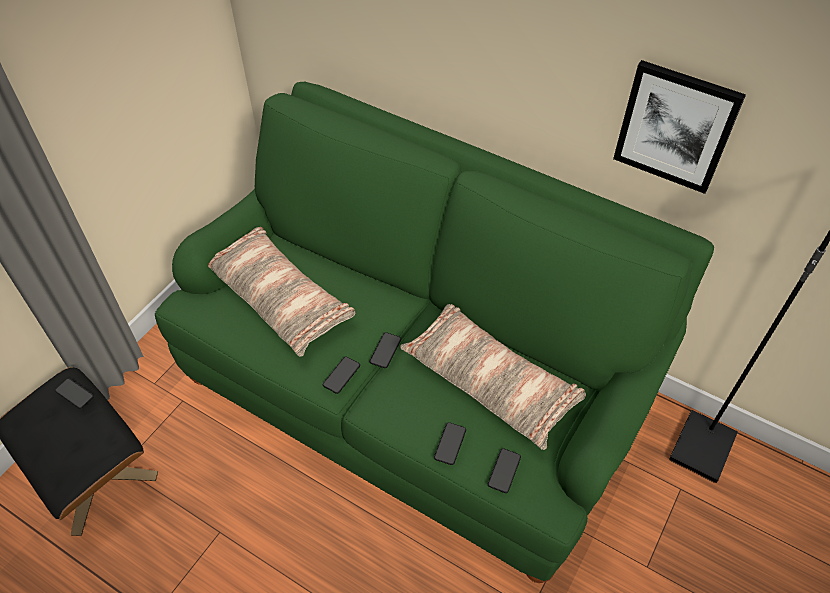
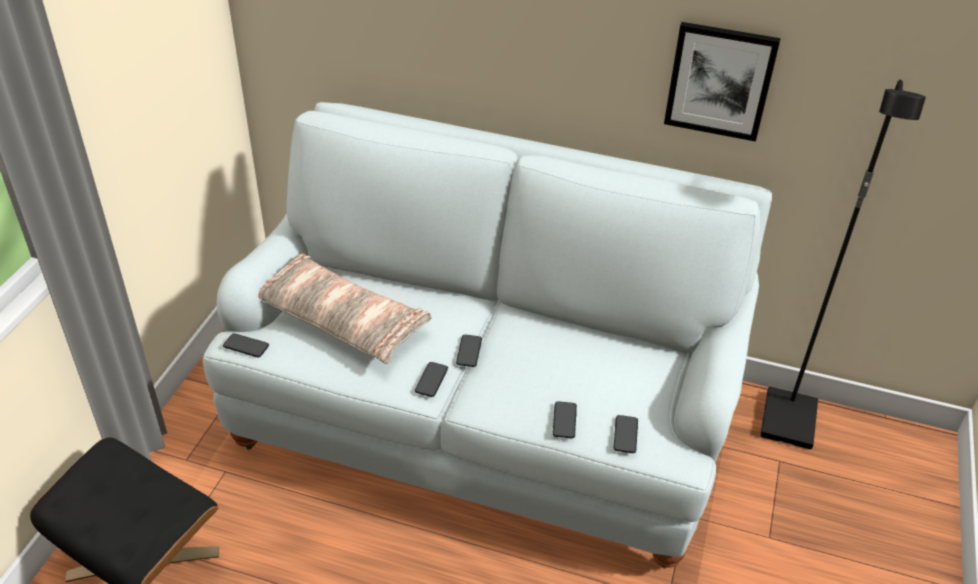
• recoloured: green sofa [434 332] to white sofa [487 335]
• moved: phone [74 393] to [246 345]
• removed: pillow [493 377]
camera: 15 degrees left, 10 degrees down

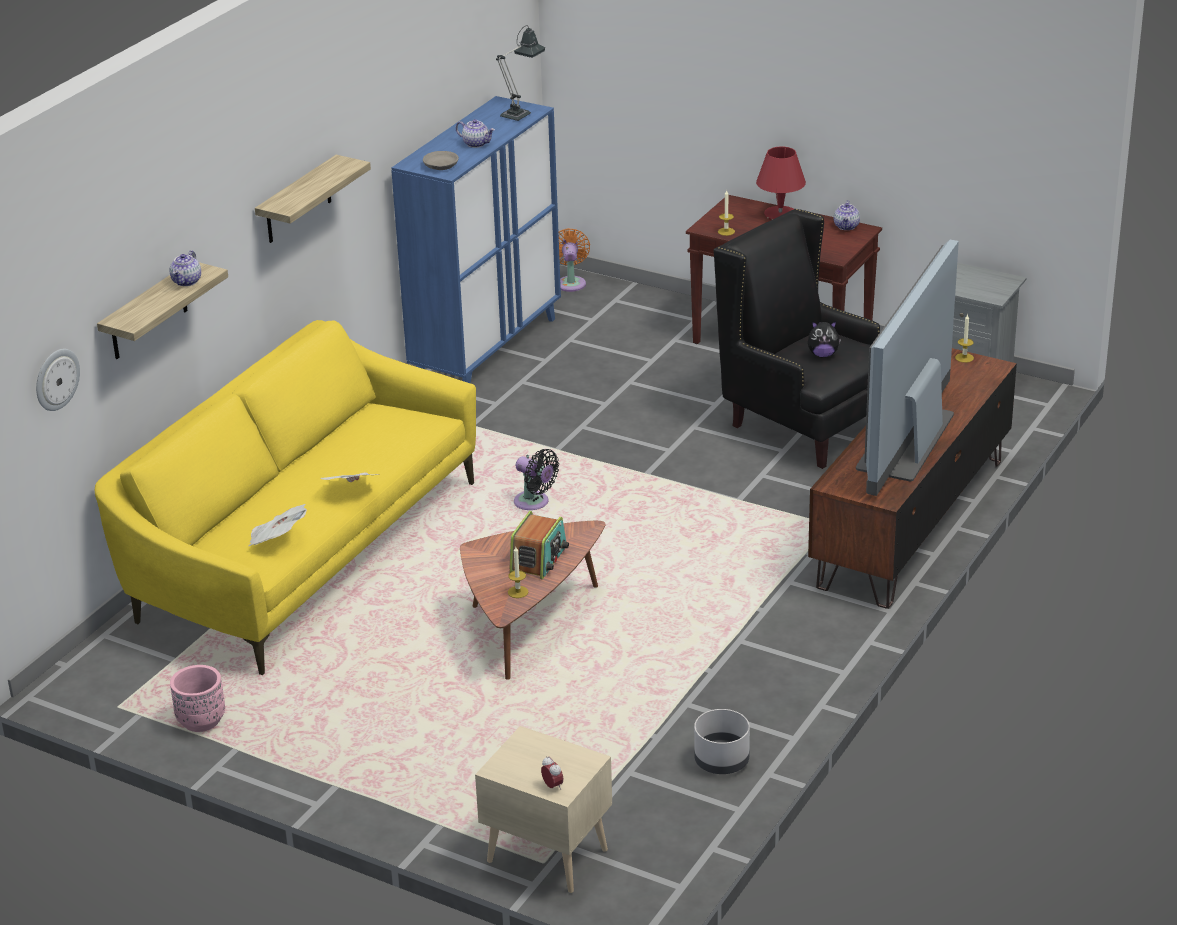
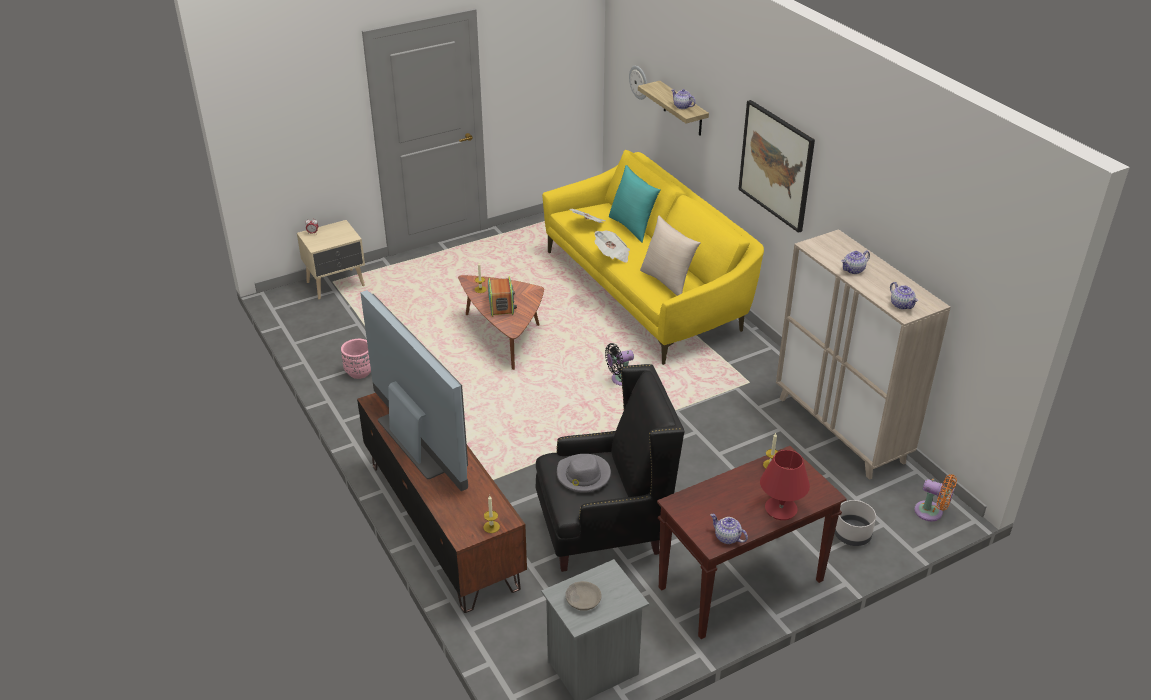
• moved: pink planter [197 698] to [356 359]
• turned: radio [539 545] = [502 296] 150 degrees counterclockwise
• replaced: plush toy [824 339] to grey hat [584 473]
• moved: grey bowl [441 160] to [583 596]
• added: turquoise pillow [635 204]
• added: beige pillow [670 256]
• replaced: shelf [313 199] to picture [777 166]
• recoloured: blue cabinet [476 239] to beige cabinet [863 354]
• moved: grey planter [722 741] to [855 523]
• replaced: table lamp [520 73] to teapot [904 295]
camera: 120 degrees right, 5 degrees up

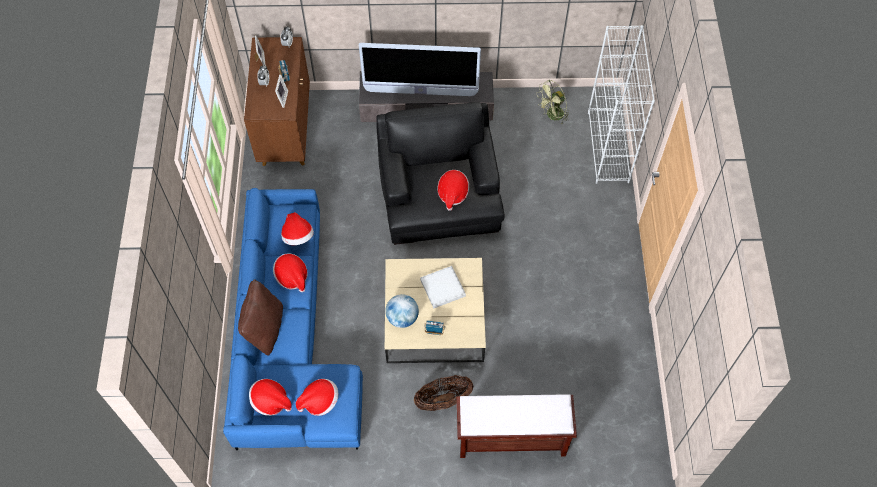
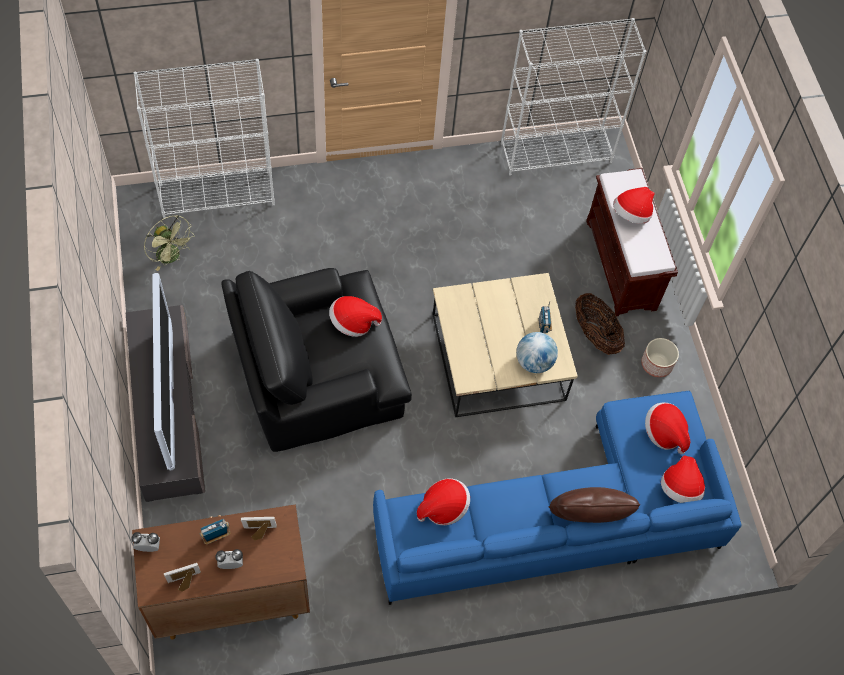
• added: white bookcase [573 97]
• moved: hat [290 272] to [634 205]
• added: planter [660 357]
• removed: white tray [443 287]
camera: 105 degrees left, 0 degrees up

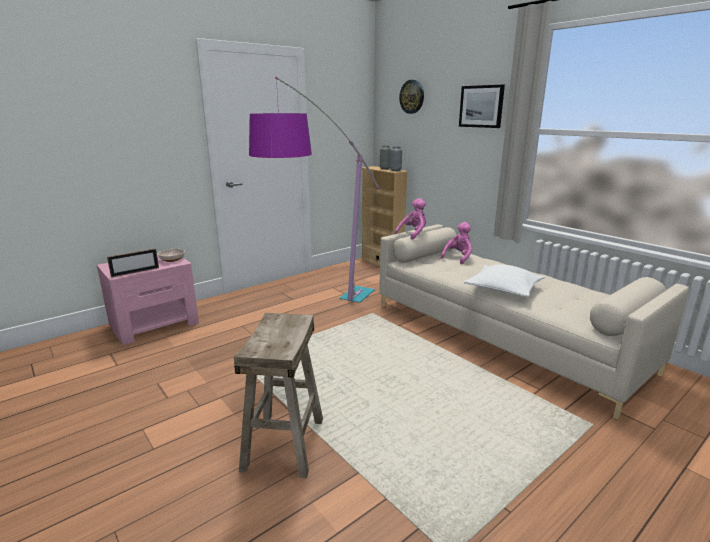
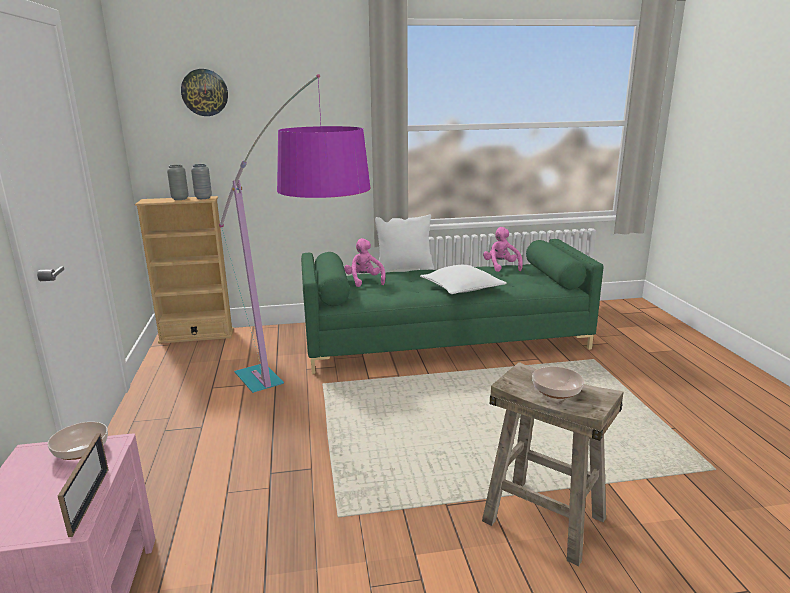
• recoloured: beige sofa [534 321] to green sofa [452 306]
• added: white pillow [404 244]
• moved: pink plush toy [410 219] to [503 249]
• added: bowl [558 382]
• removed: picture [482 106]
camera: 60 degrees left, 0 degrees up

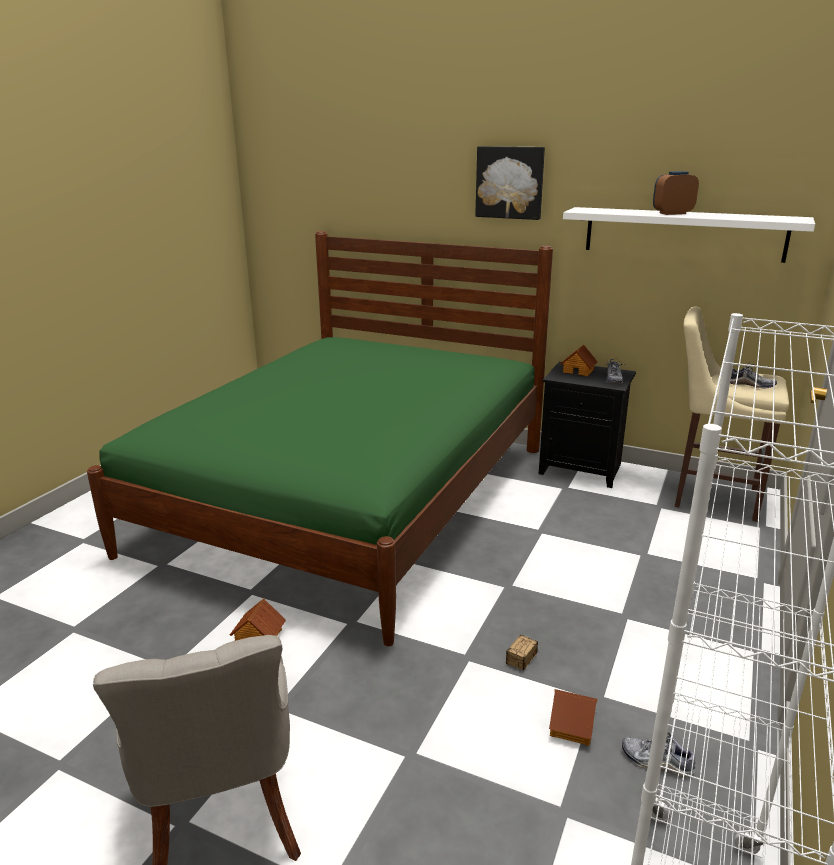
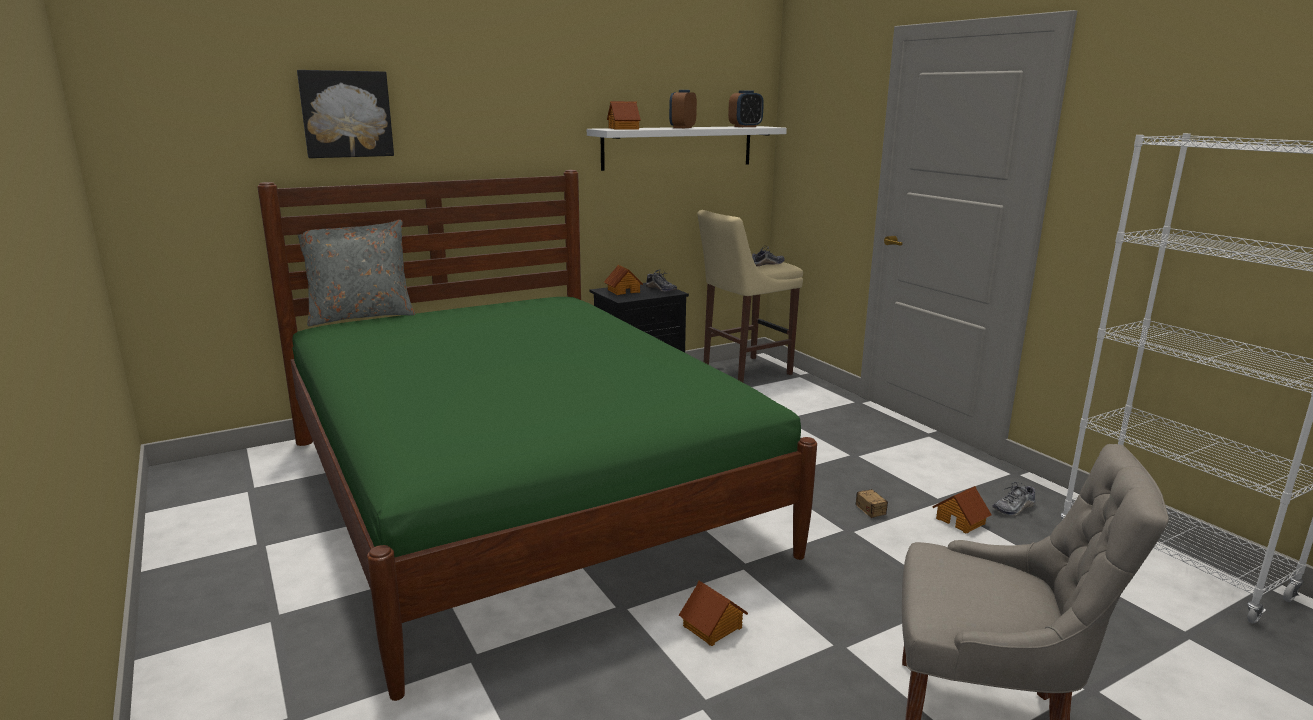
• moved: picture [510 183] to [345 114]
• added: grey pillow [356 273]
• added: toy house [624 115]
• added: alarm clock [746 108]
camera: 55 degrees left, 5 degrees down

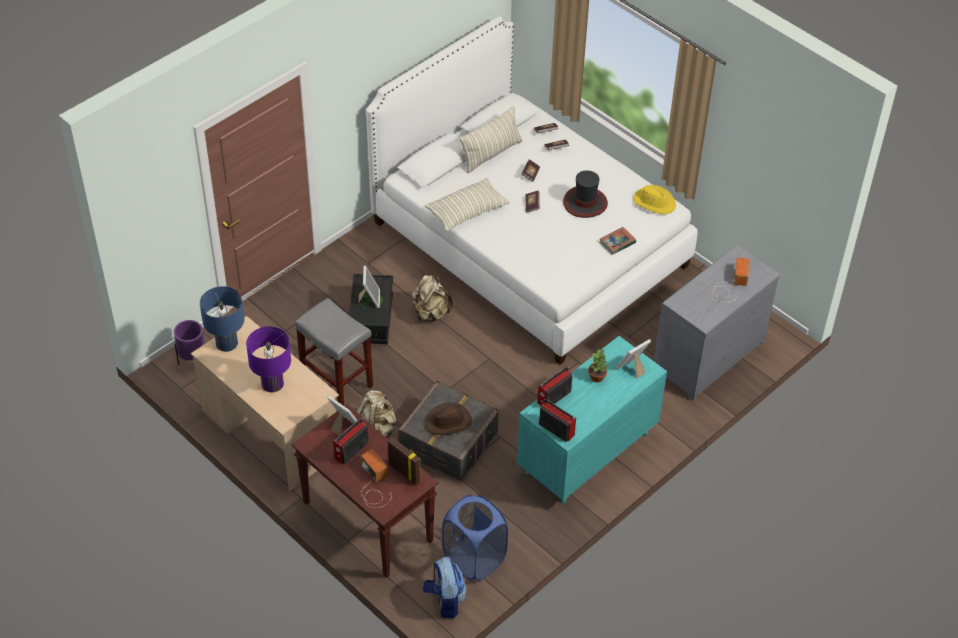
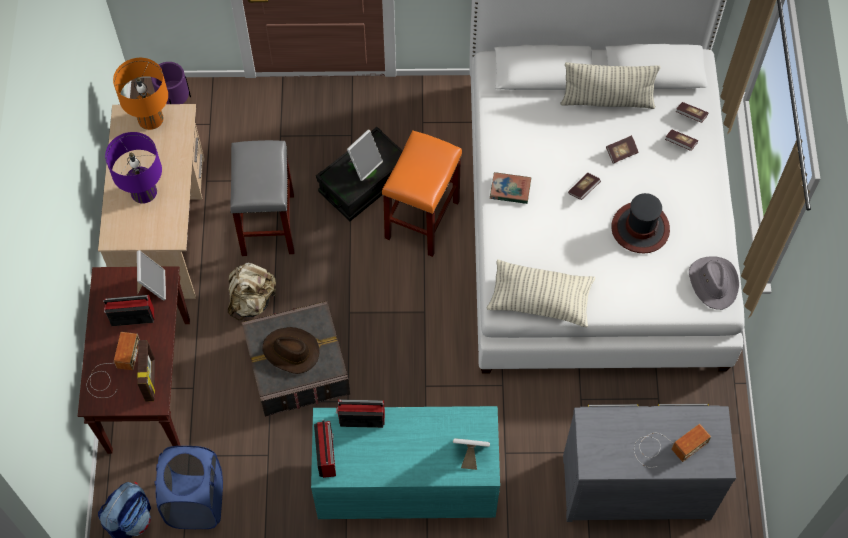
• recoloured: blue table lamp [222 319] to orange table lamp [140 94]
• replaced: beige backpack [432 298] to orange stool [422 193]
• moved: pillow [467 205] to [541 293]
• moved: book [617 241] to [510 188]
• recoloured: yellow hat [654 199] to grey hat [714 283]
• removed: potted plant [597 365]
camera: 45 degrees right, 15 degrees up

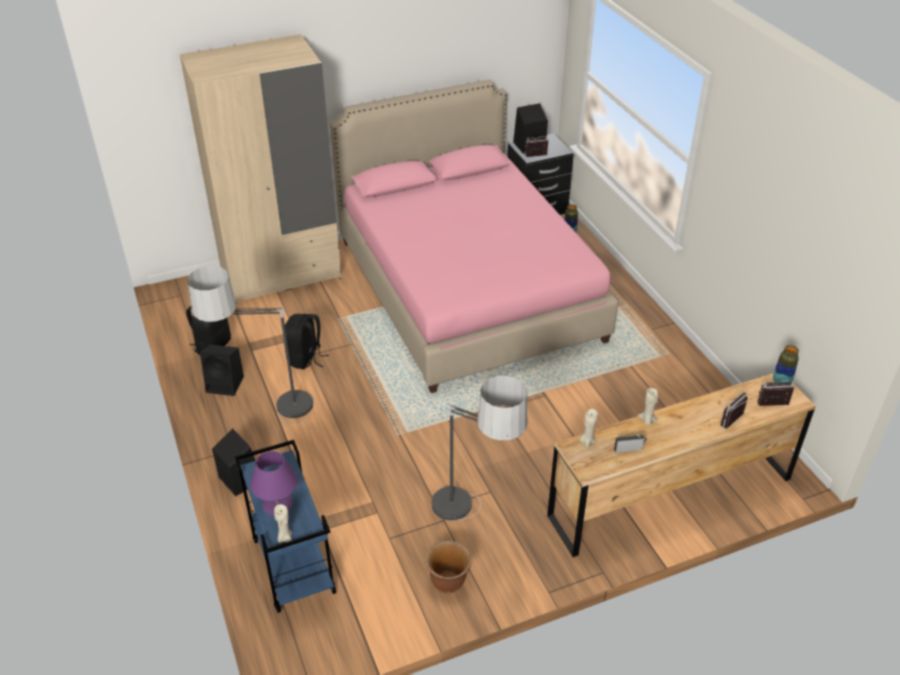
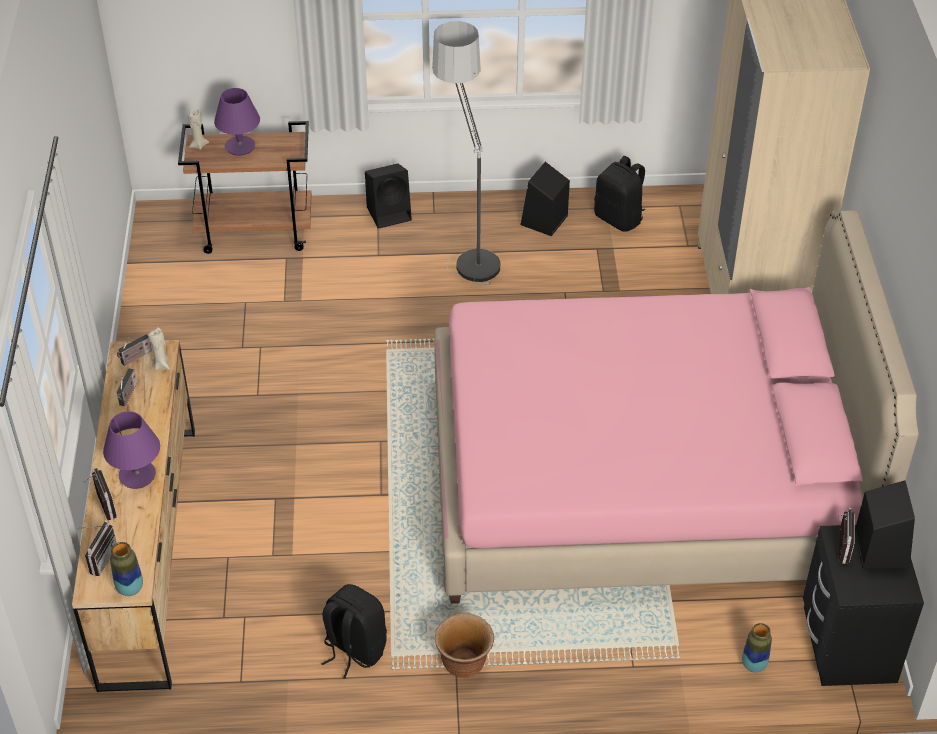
• added: purple table lamp [131 450]
• added: radio [134 350]
• recoloured: blue cart [285 526] to brown cart [244 187]
• moved: black backpack [306 341] to [354 631]
• moved: brown planter [448 567] to [464 645]
• removed: floor lamp [479 448]
• removed: beige candle [648 406]
camera: 110 degrees right, 5 degrees up

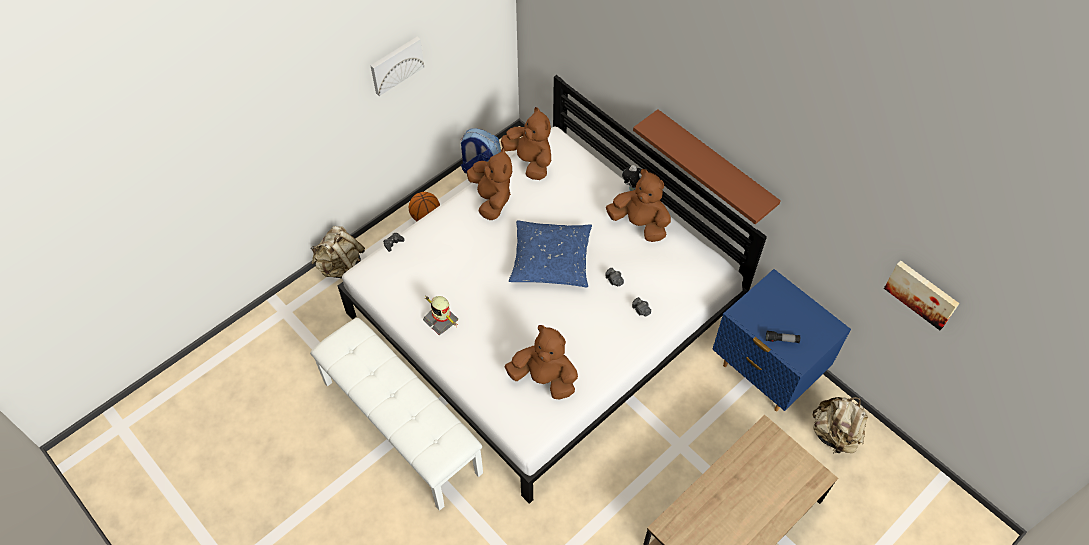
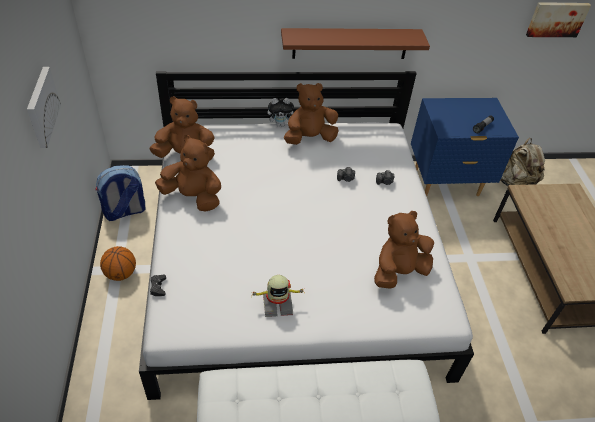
• removed: beige backpack [338 252]
• removed: blue pillow [550 253]
camera: 55 degrees left, 10 degrees down

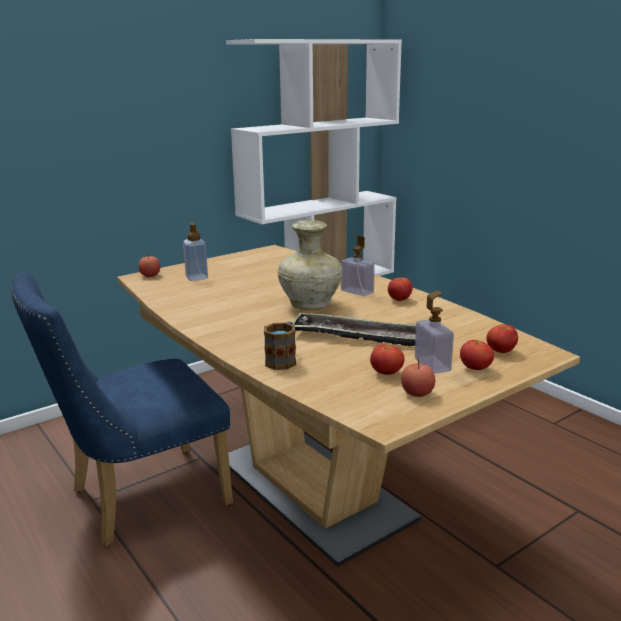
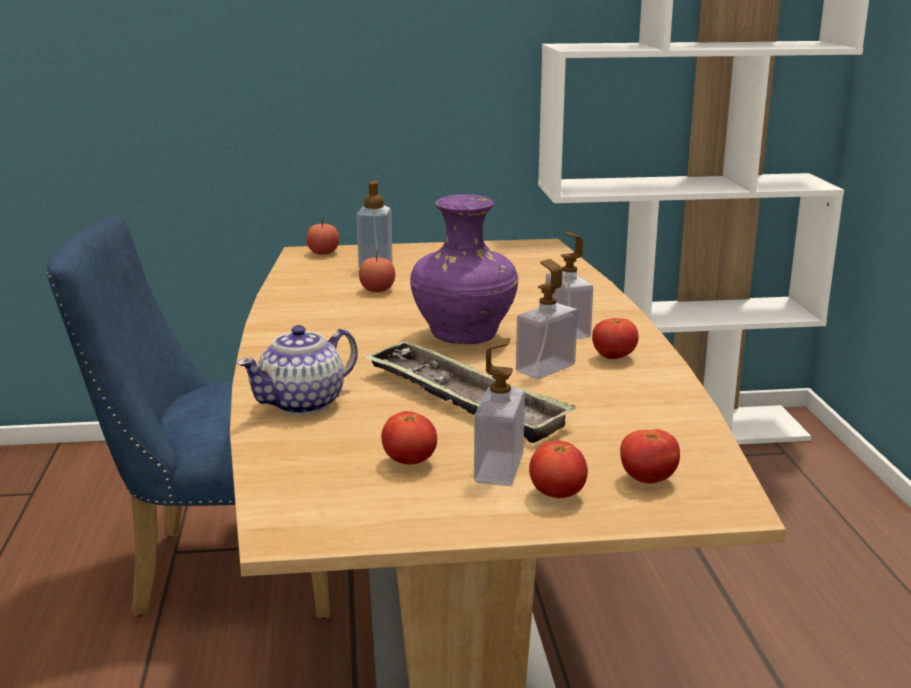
• replaced: mug [280 346] to teapot [297 370]
• moved: apple [418 377] to [377 270]
• recoloured: beige vase [310 265] to purple vase [464 269]
• added: soap dispenser [547 319]
camera: 30 degrees right, 0 degrees up

